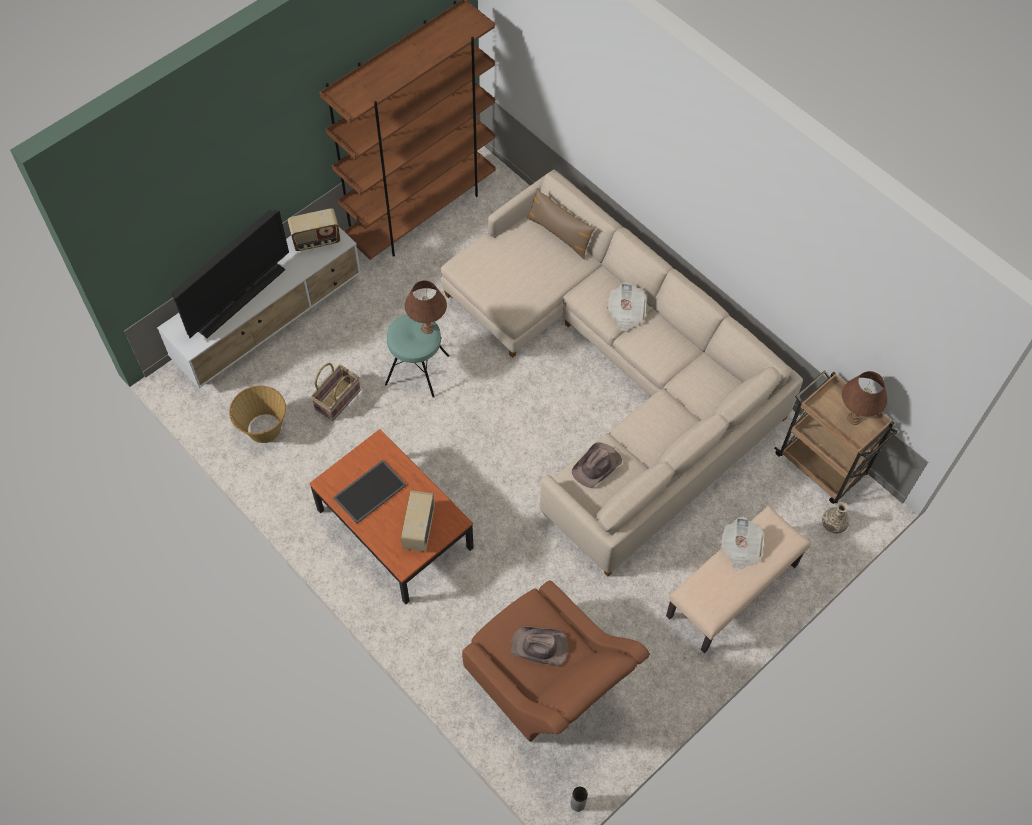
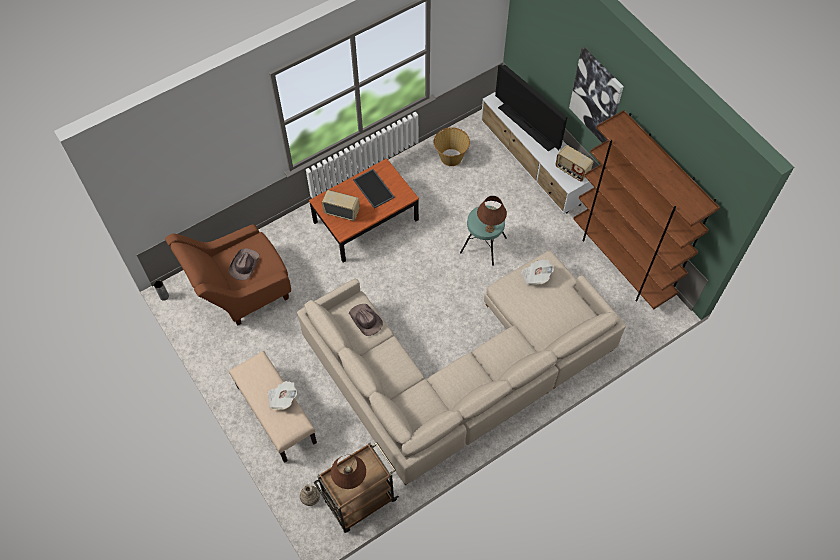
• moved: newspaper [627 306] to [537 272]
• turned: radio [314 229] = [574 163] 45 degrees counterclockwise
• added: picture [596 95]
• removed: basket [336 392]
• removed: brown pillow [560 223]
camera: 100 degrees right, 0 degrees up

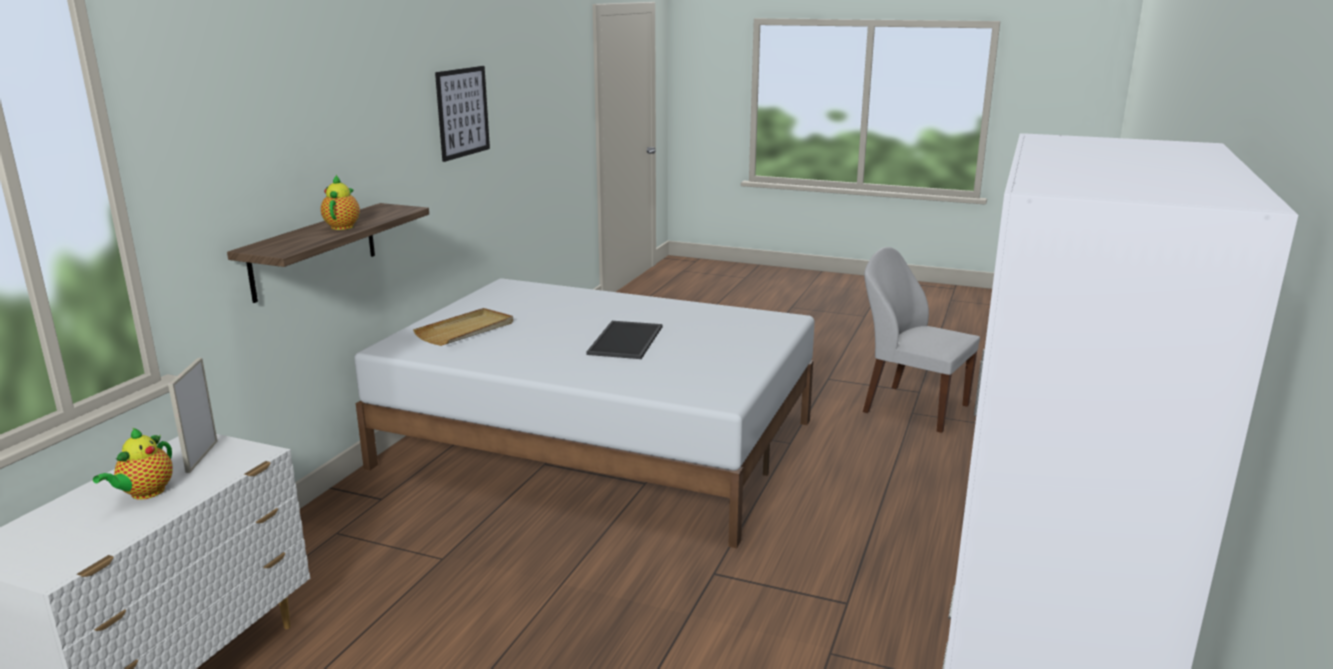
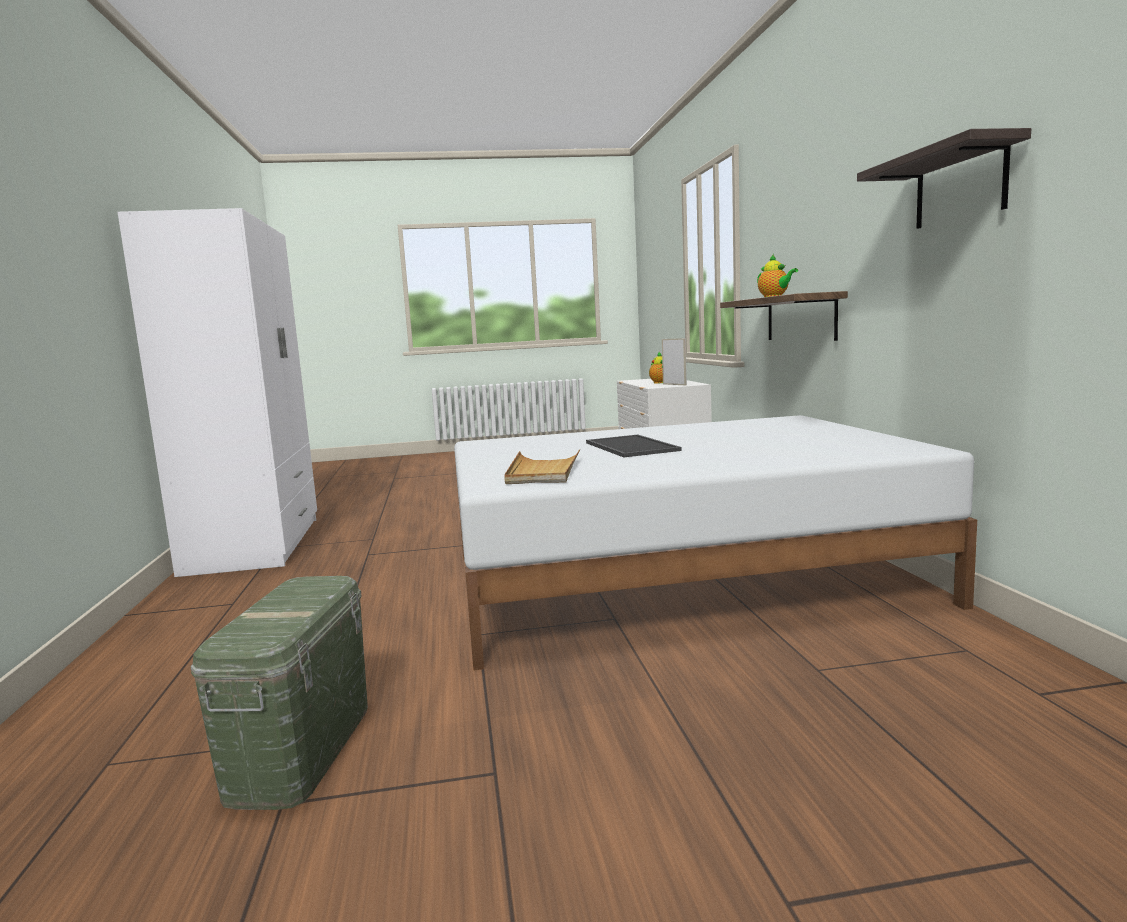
• replaced: white chair [921 340] to green storage box [279 693]
• moved: beige tray [463 327] to [542 466]
• replaced: picture [462 114] to shelf [944 178]
camera: 150 degrees right, 10 degrees down

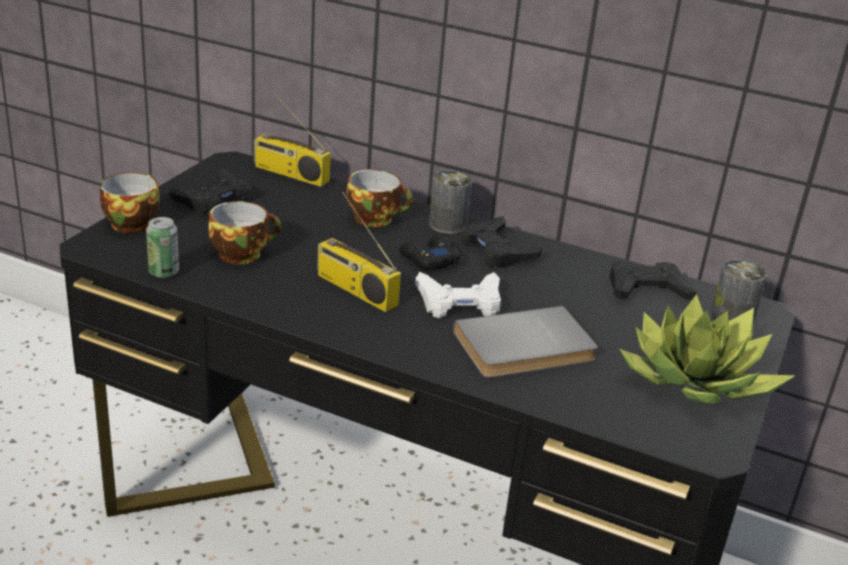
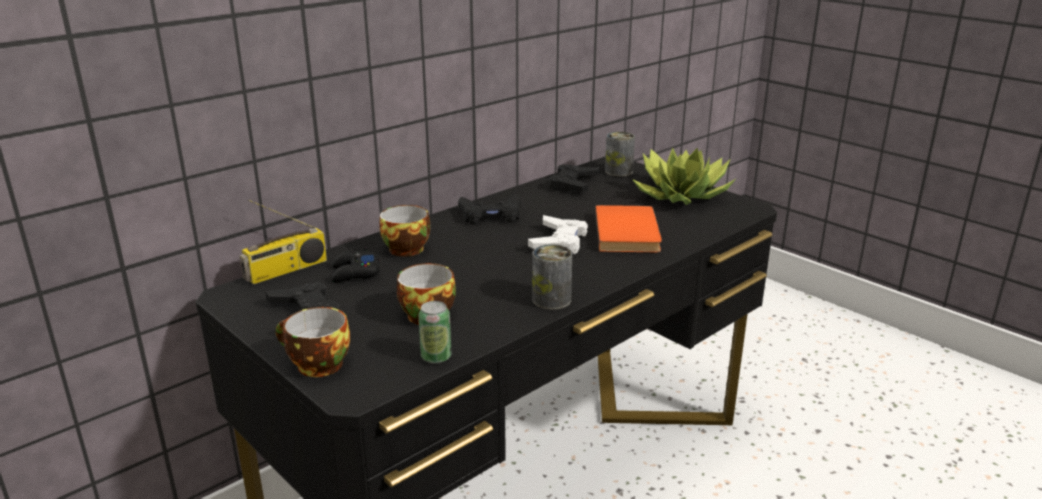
• moved: black game controller [429 252] to [355 265]
• moved: can [450 202] to [552 277]
• recoloured: grey book [525 342] to orange book [628 228]
• removed: radio [359 252]
camera: 65 degrees left, 5 degrees down

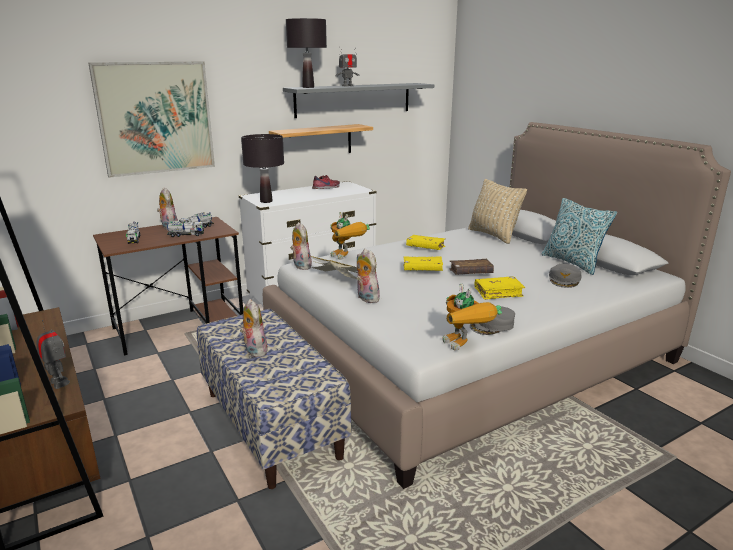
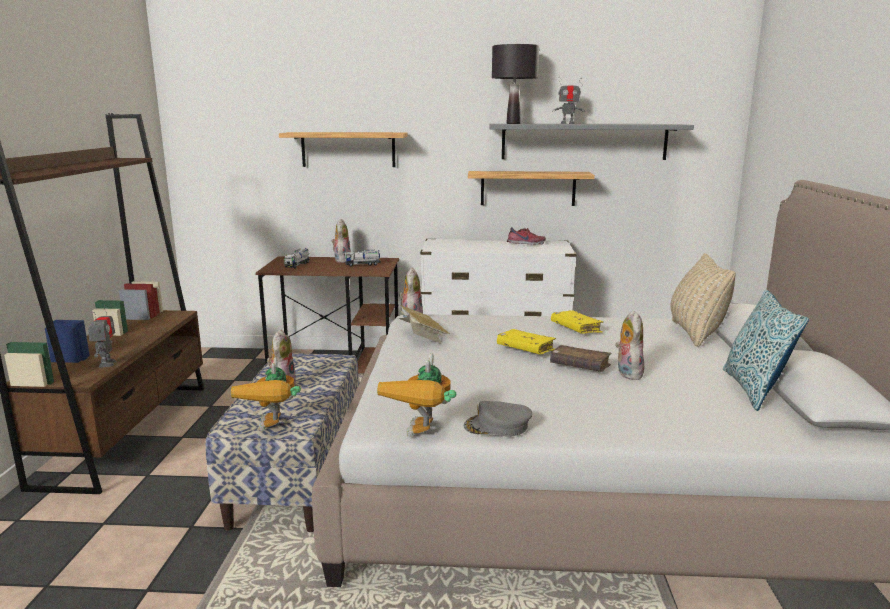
• moved: toy robot [350 236] to [266 394]
• replaced: picture [151 120] to shelf [343 149]
• moved: plush toy [368 276] to [629 345]
• removed: toy truck [185 229]
• removed: black table lamp [262 168]
• removed: yellow book [499 288]
• removed: grey cap [565 276]
camera: 35 degrees right, 5 degrees down

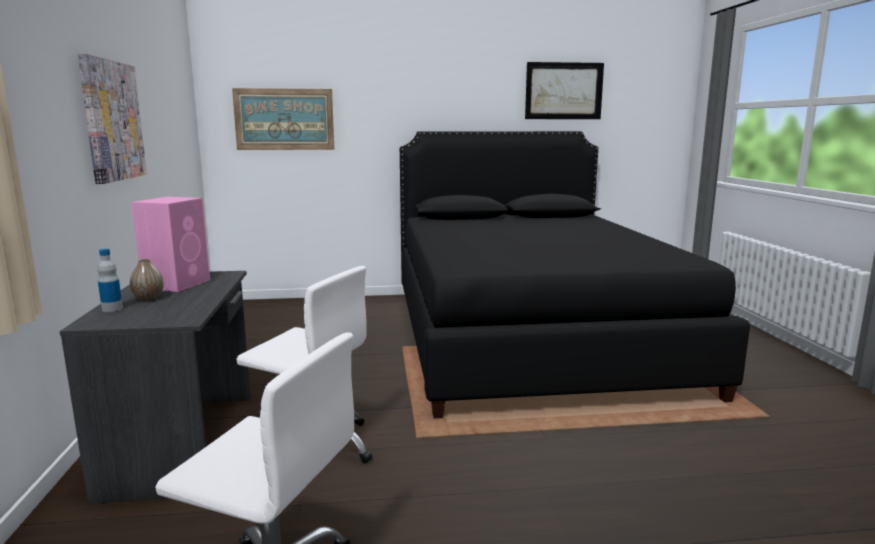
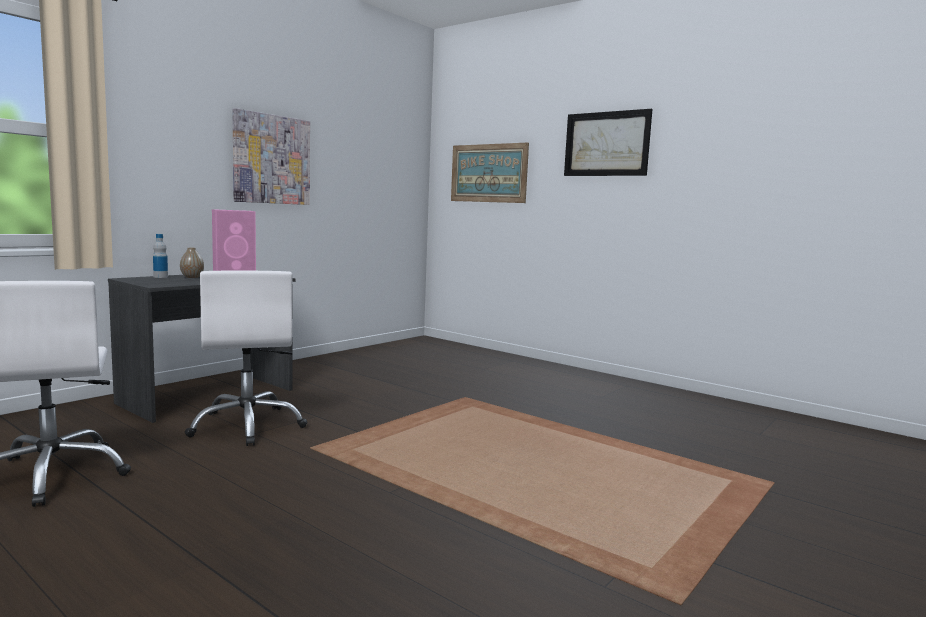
• moved: picture [564 90] to [608 142]
• removed: black bed [575 274]
camera: 45 degrees right, 5 degrees down

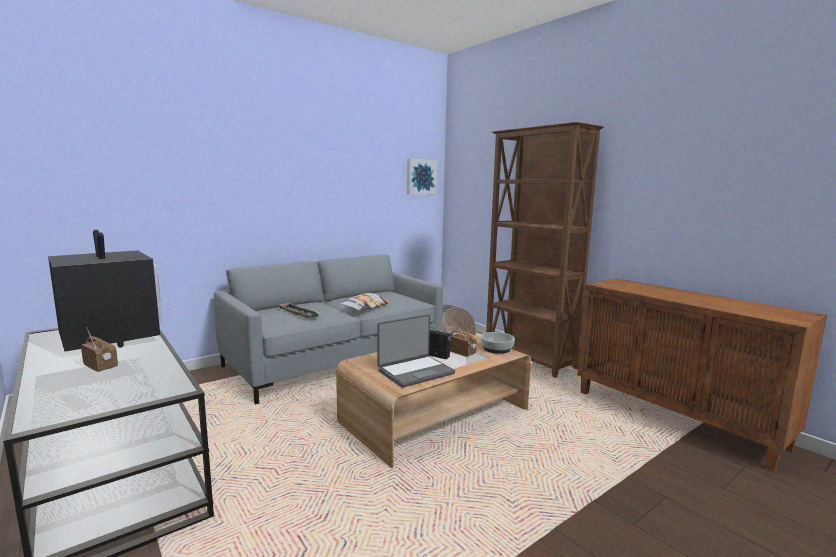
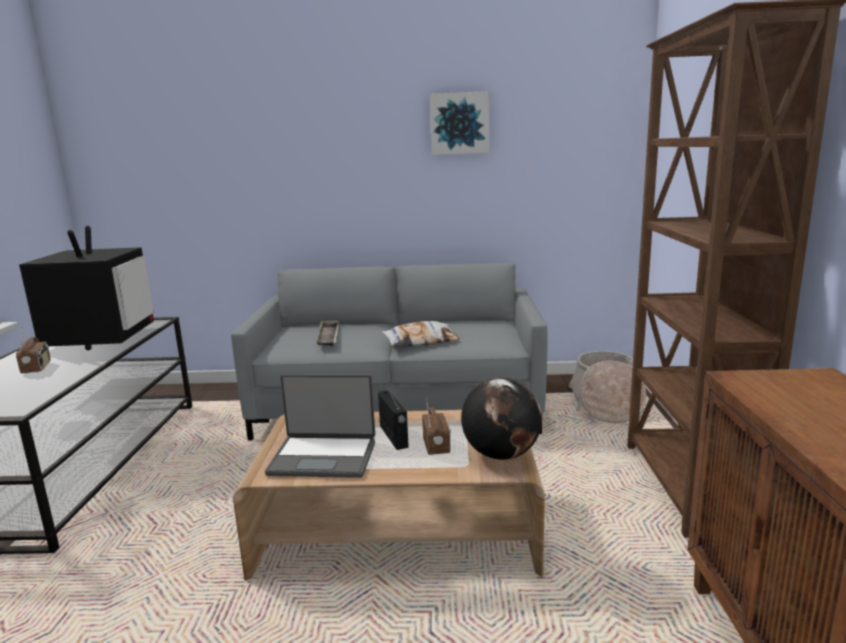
• moved: picture [422 176] to [459 123]
• replaced: bowl [497 343] to globe [501 419]
camera: 40 degrees right, 5 degrees up

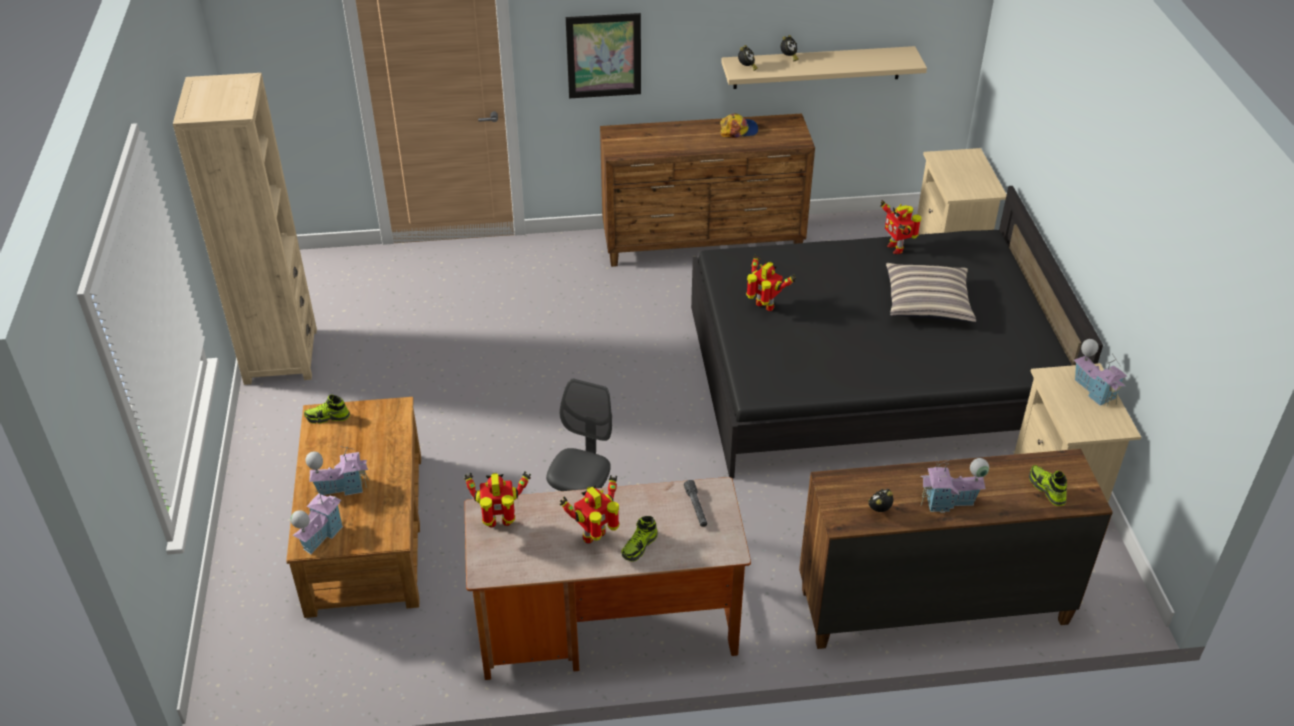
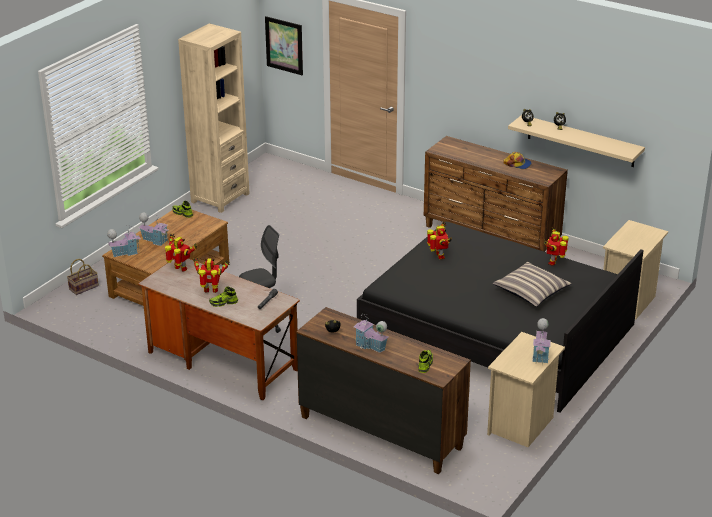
• added: basket [83 277]
• moved: picture [603 55] to [284 45]
camera: 40 degrees right, 10 degrees down

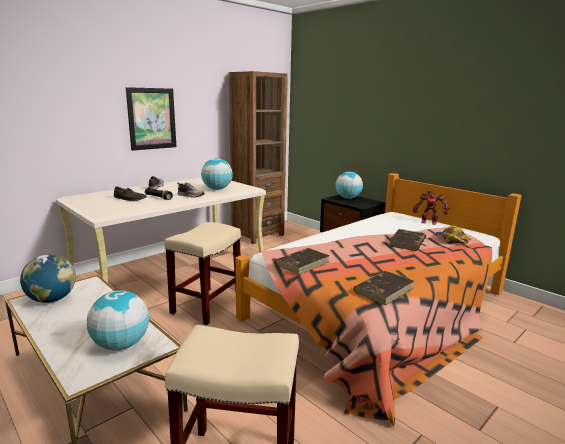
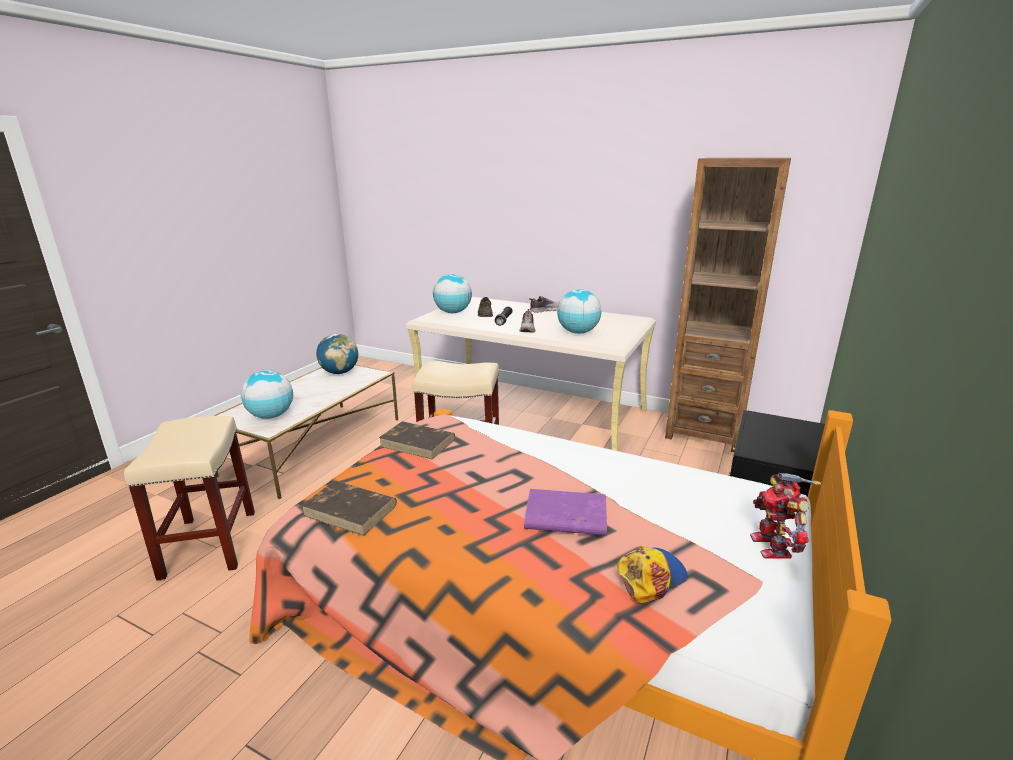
• moved: globe [349 185] to [452 293]
• recoloured: brown book [407 240] to purple book [565 512]
• removed: picture [151 119]
camera: 70 degrees right, 5 degrees up

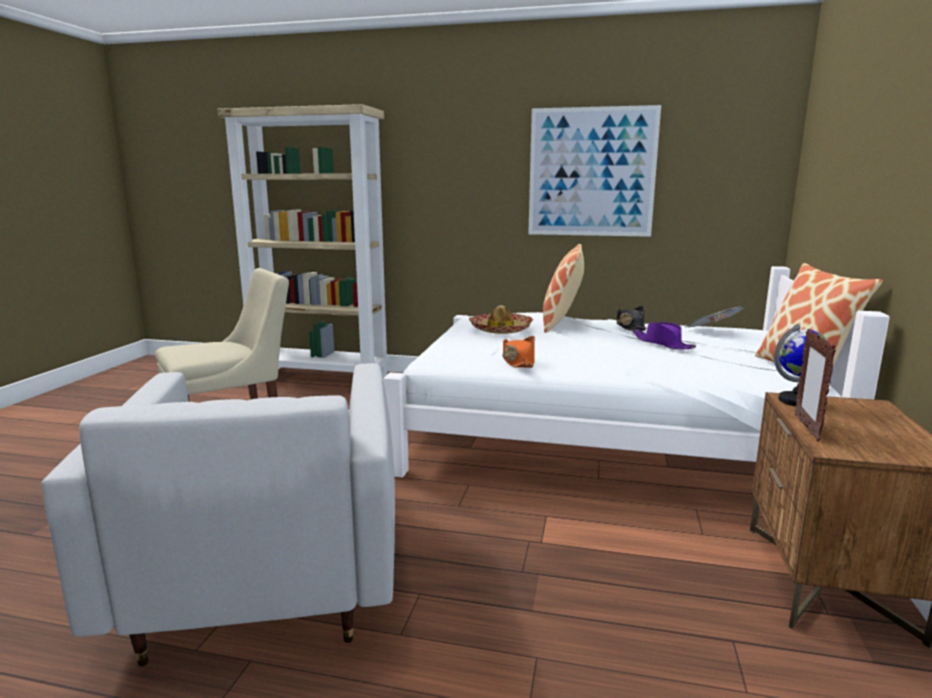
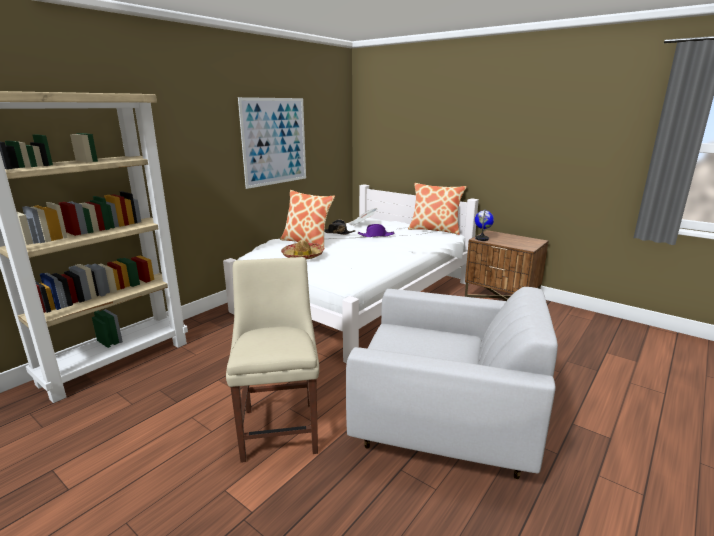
• removed: orange hat [518 352]
• removed: picture frame [815 385]
camera: 65 degrees left, 5 degrees up

